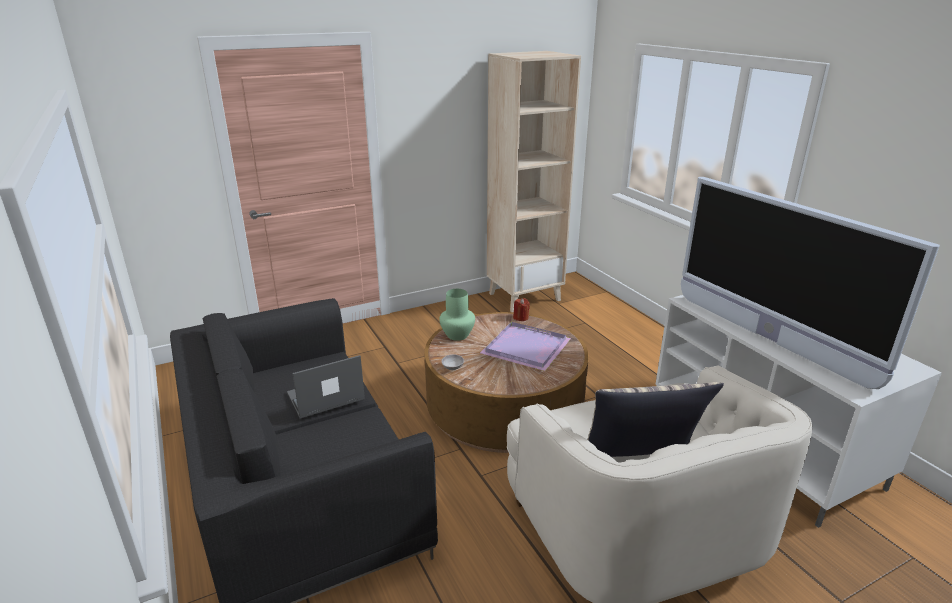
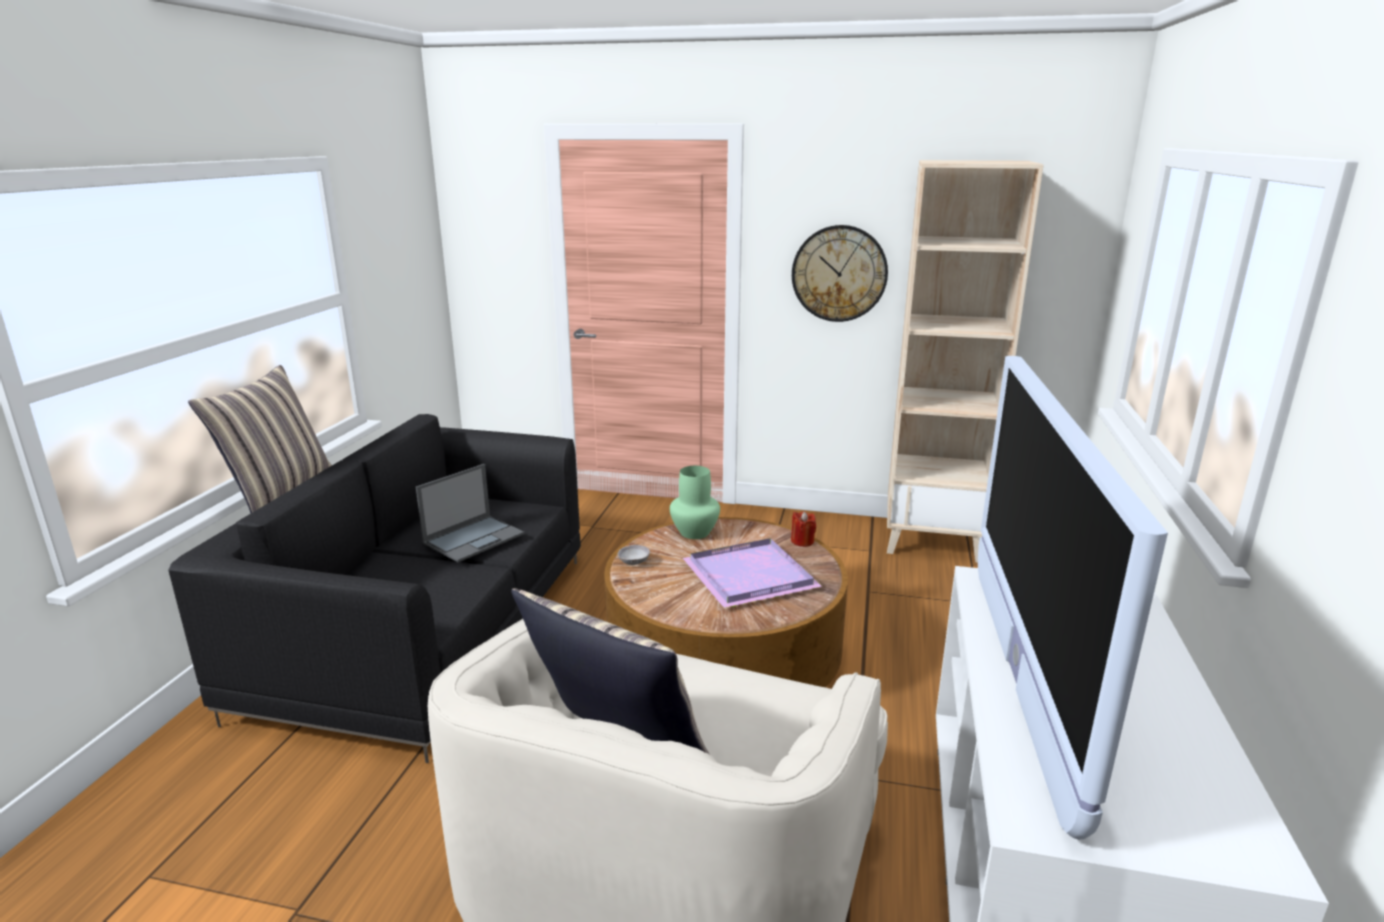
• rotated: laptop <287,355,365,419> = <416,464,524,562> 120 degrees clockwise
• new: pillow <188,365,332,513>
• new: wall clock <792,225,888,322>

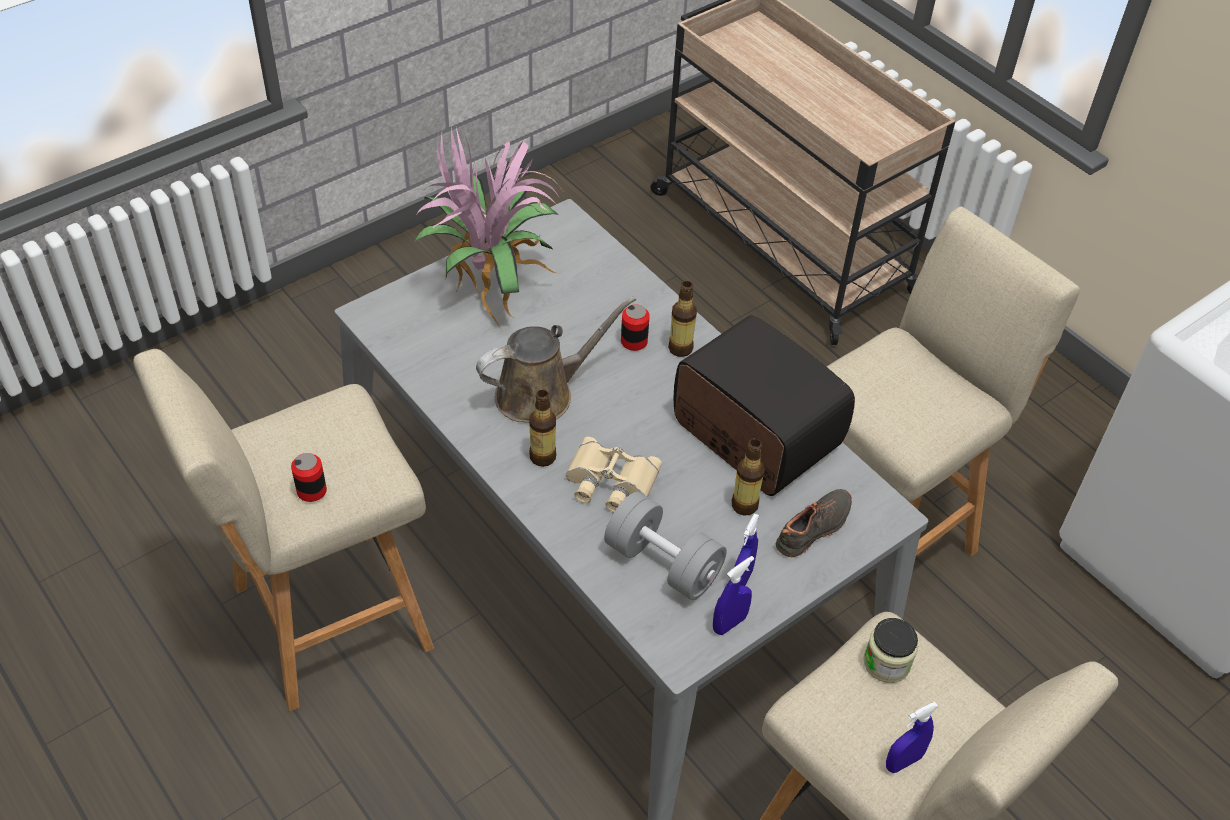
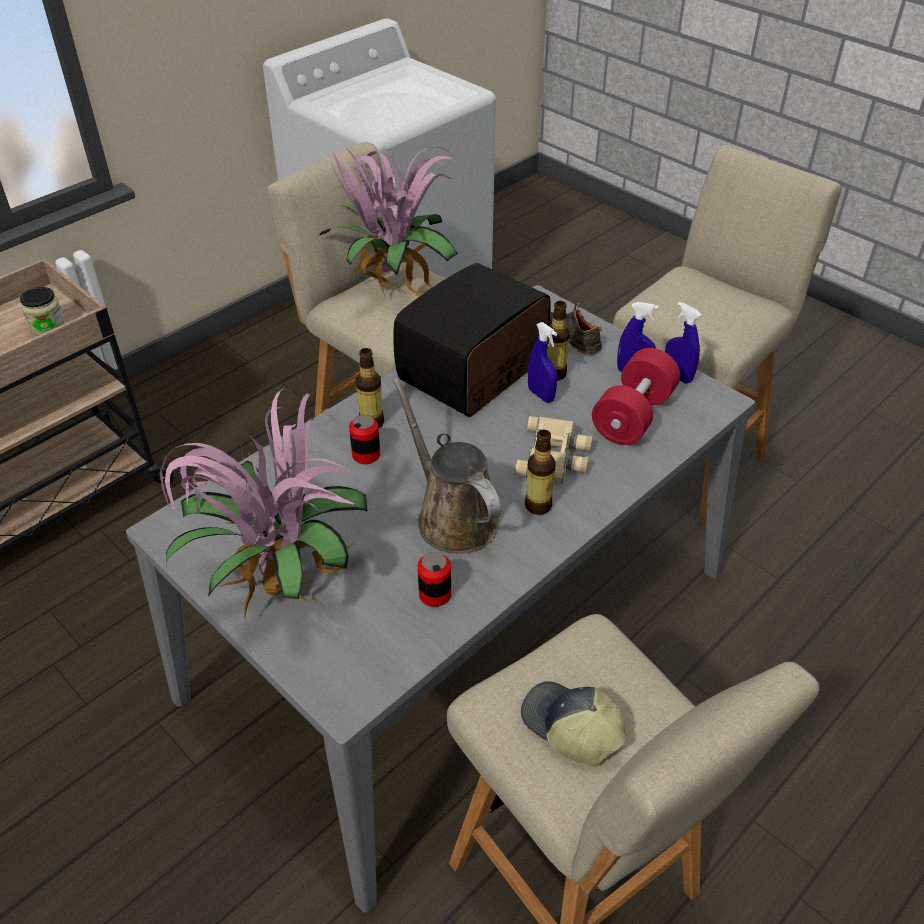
• shifted: can <291,453,327,502> to <418,552,451,607>
• repainted: dumbbell (grey) <604,492,727,600> to dumbbell (red) <592,348,680,445>
• shifted: jar <863,618,918,683> to <20,287,66,336>
• shifted: spray bottle (blue) <886,702,938,773> to <528,322,557,403>
• new: potted plant <318,144,458,297>
• new: cap <521,681,626,766>

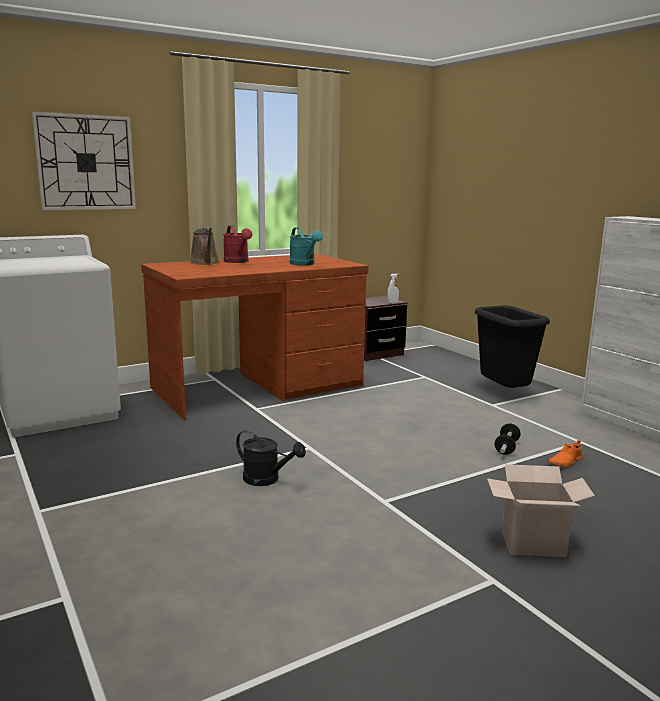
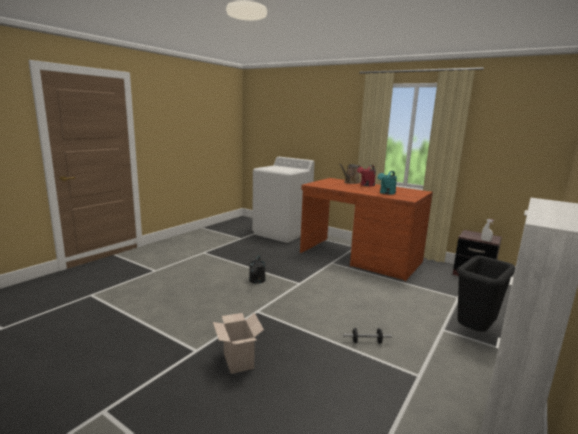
• gone: wall clock <32,111,136,210>
• gone: shoe (orange) <547,440,583,467>

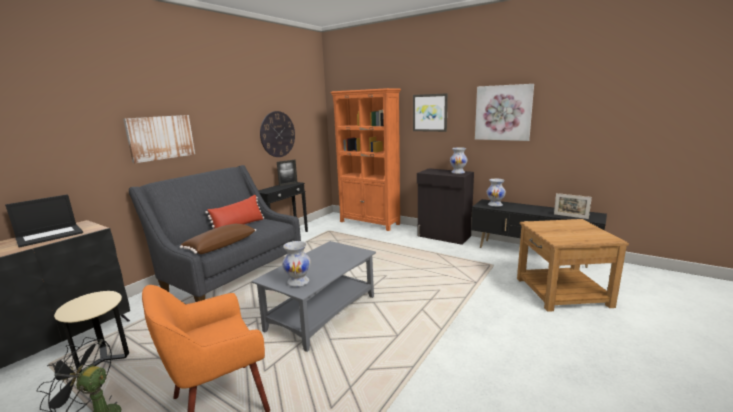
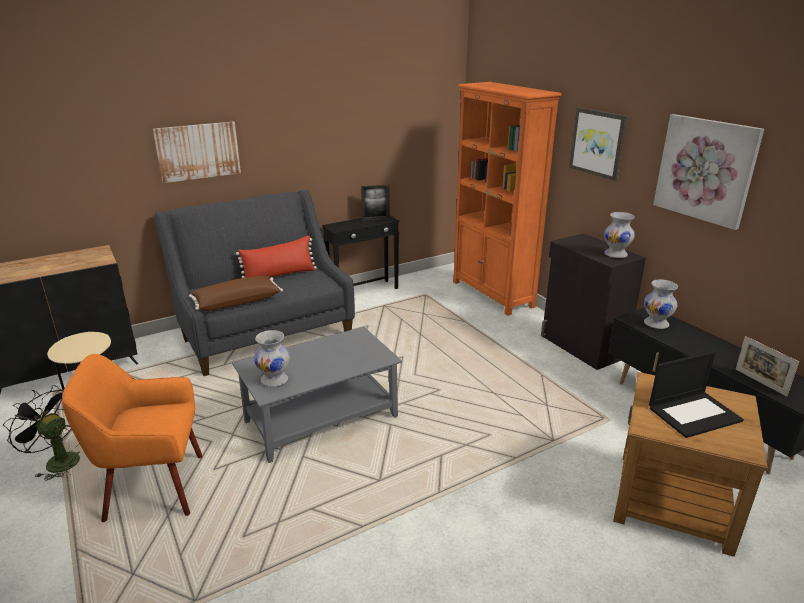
• shifted: laptop <5,194,83,248> to <649,351,744,438>
• gone: wall clock <260,111,295,157>

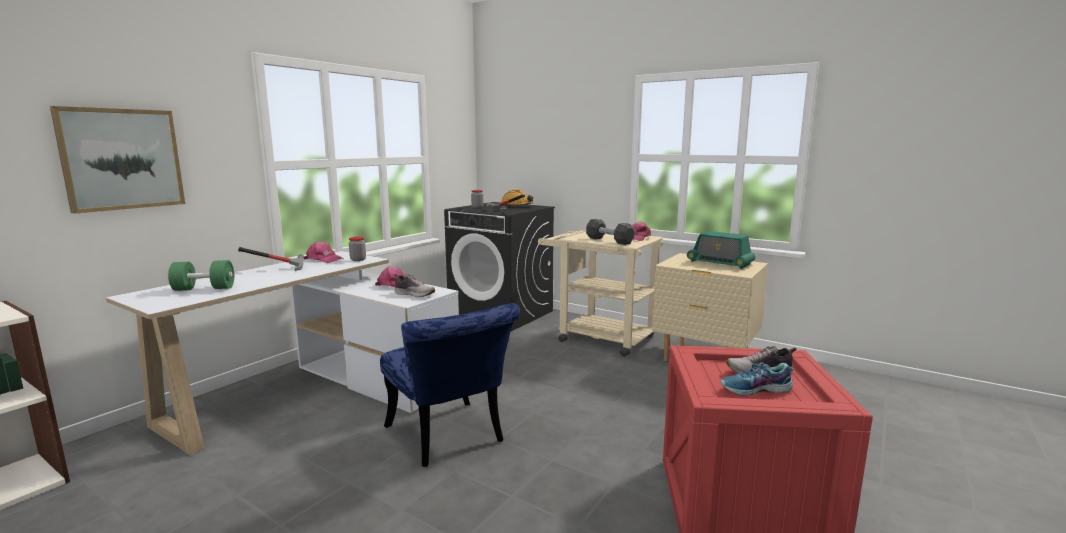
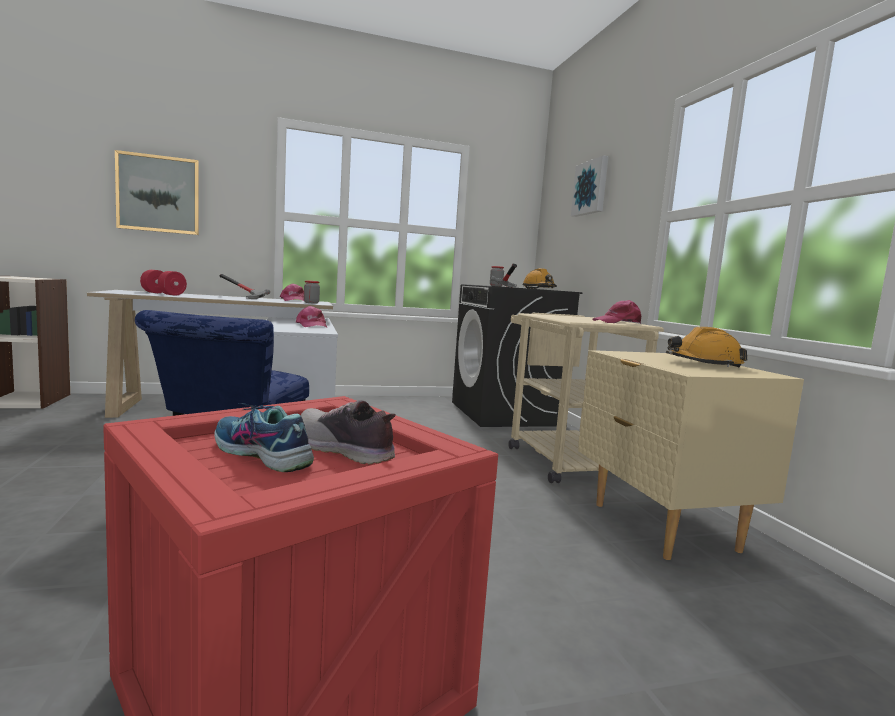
• repainted: dumbbell (green) <168,260,234,291> to dumbbell (red) <140,270,187,296>
• gone: shoe <394,274,435,297>
• gone: dumbbell (black) <586,219,634,245>
• swapped: radio <687,231,756,269> to hard hat (orange) <666,327,747,367>
• new: picture <571,156,609,217>

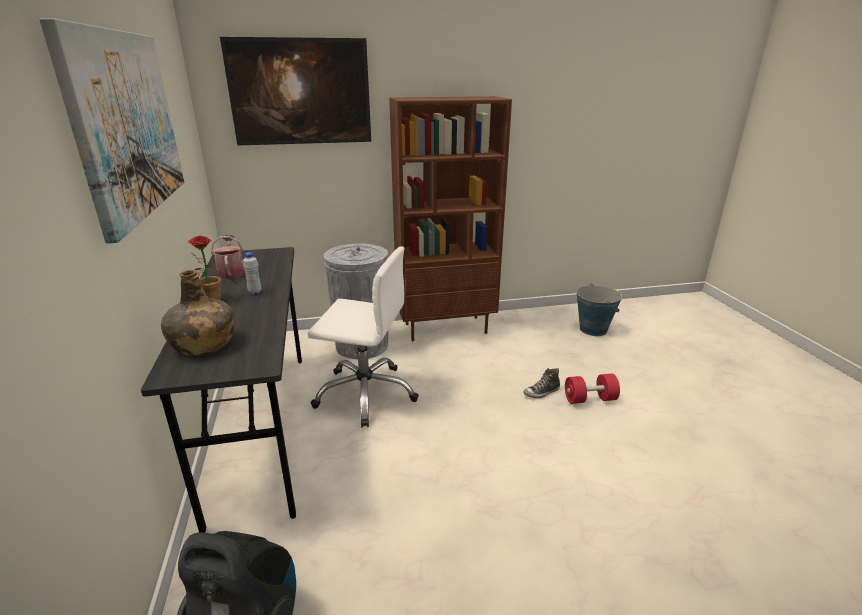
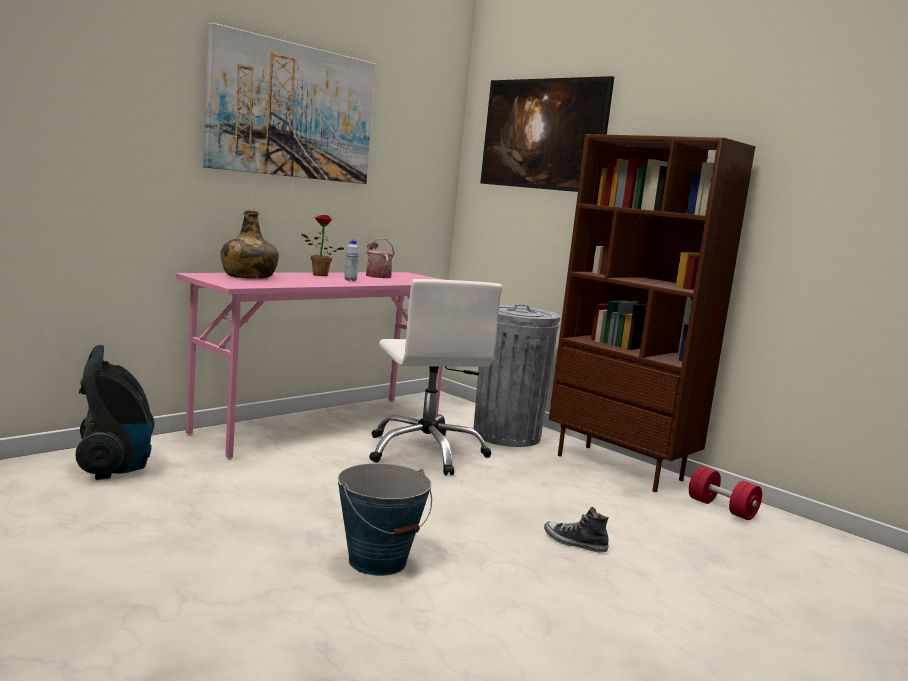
• repainted: desk (grey) <141,247,302,533> to desk (pink) <176,272,443,459>
• rotated: watering can <211,235,245,279> = <366,238,395,278> 60 degrees counterclockwise
• shifted: dumbbell (red) <565,374,620,404> to <689,466,762,520>
• shifted: bucket <577,283,622,336> to <337,463,432,576>

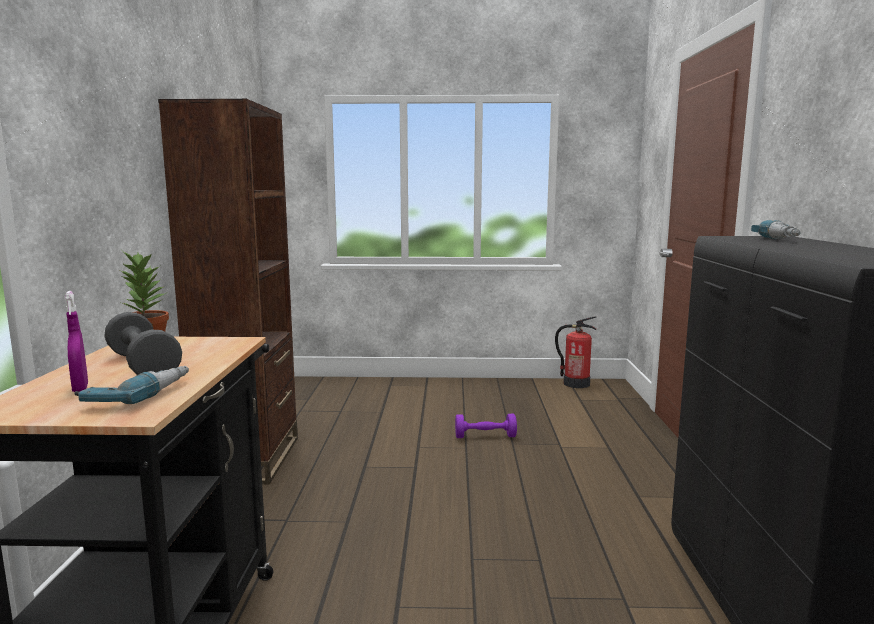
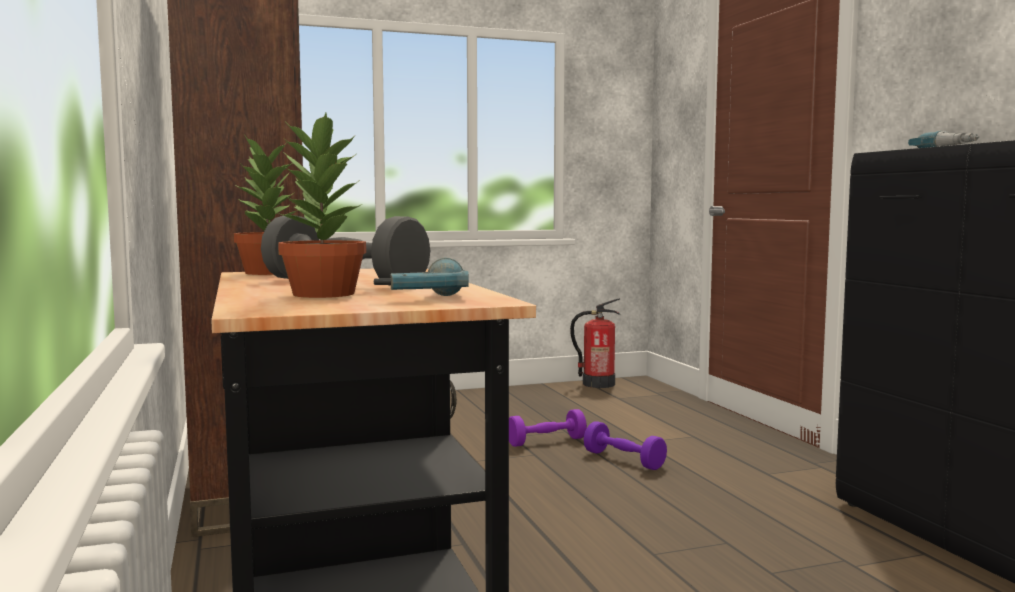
• swapped: spray bottle (purple) <65,291,88,392> to potted plant <278,113,366,298>
• new: dumbbell (purple) <584,421,667,470>

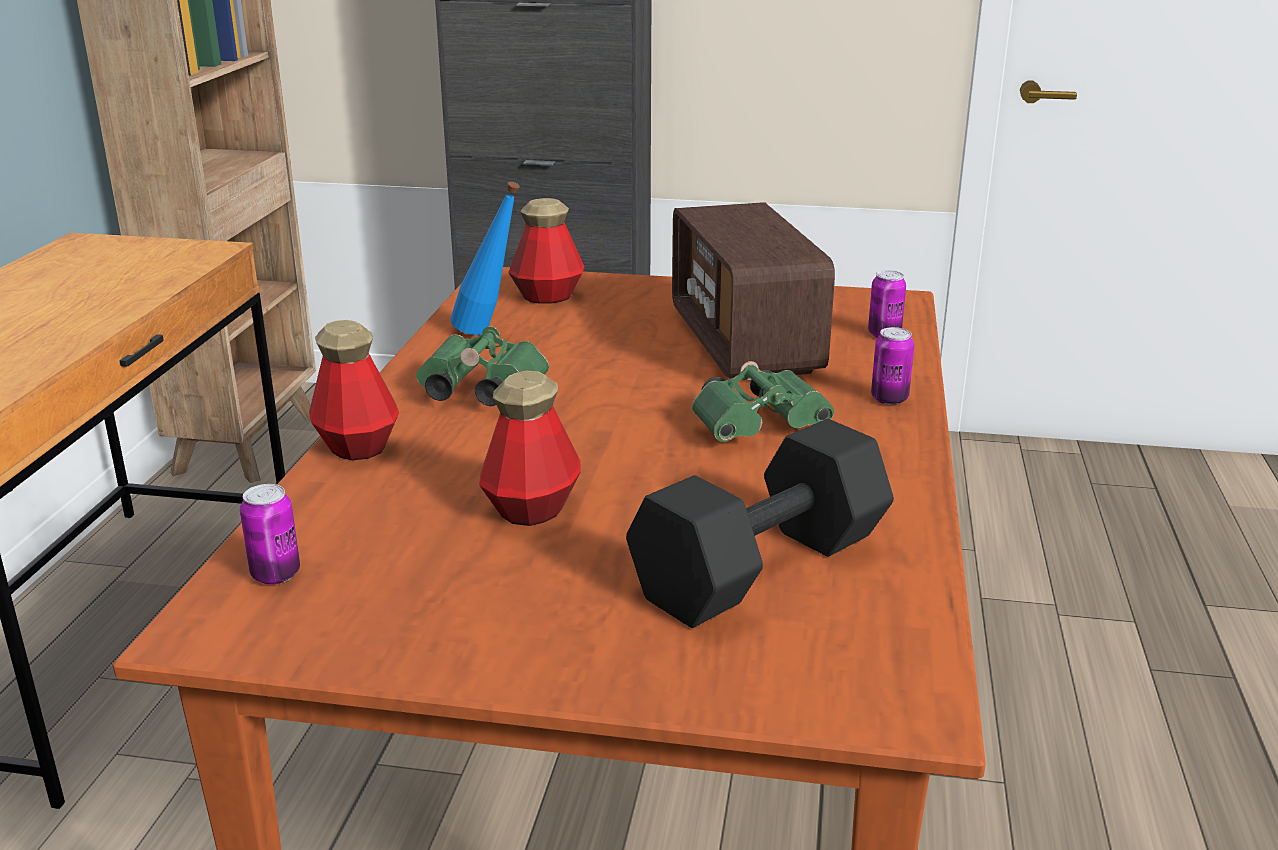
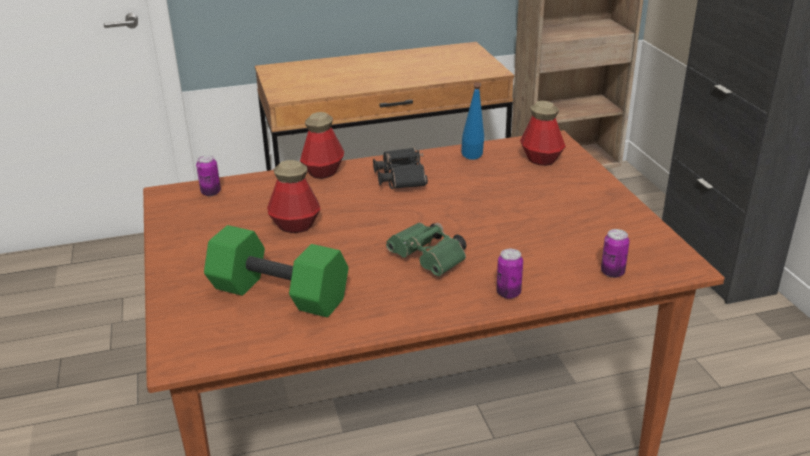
• repainted: binoculars (green) <416,326,549,406> to binoculars (black) <373,147,428,189>
• repainted: dumbbell (black) <626,419,894,628> to dumbbell (green) <204,225,349,317>
• gone: radio <672,202,835,380>

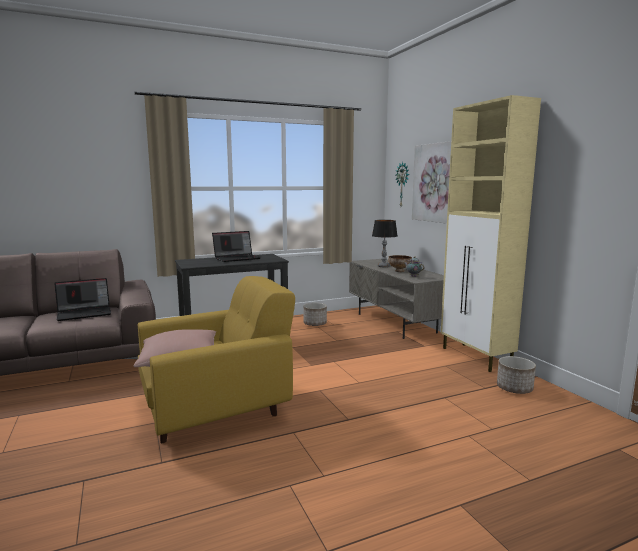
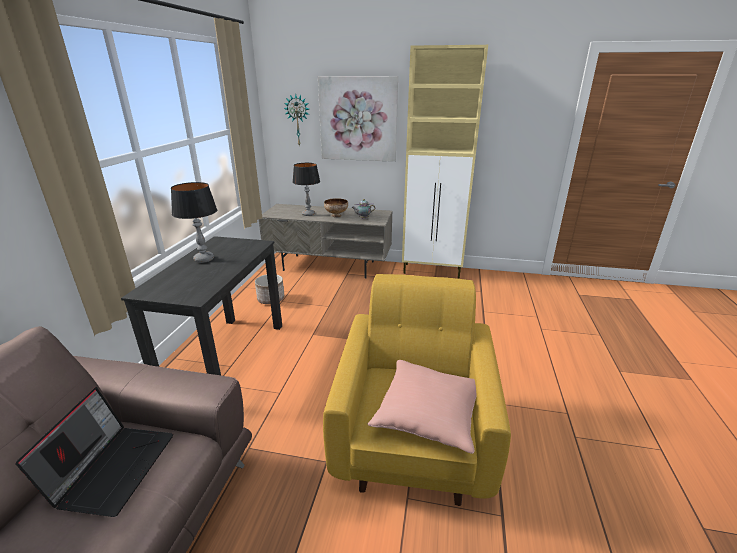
• swapped: laptop <212,231,261,262> to table lamp <171,182,217,263>
• gone: planter <497,356,536,394>

